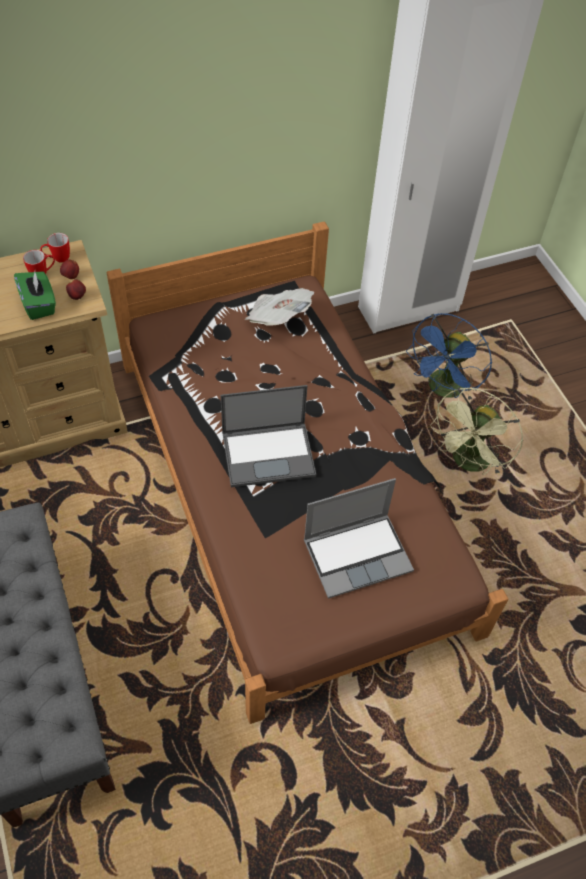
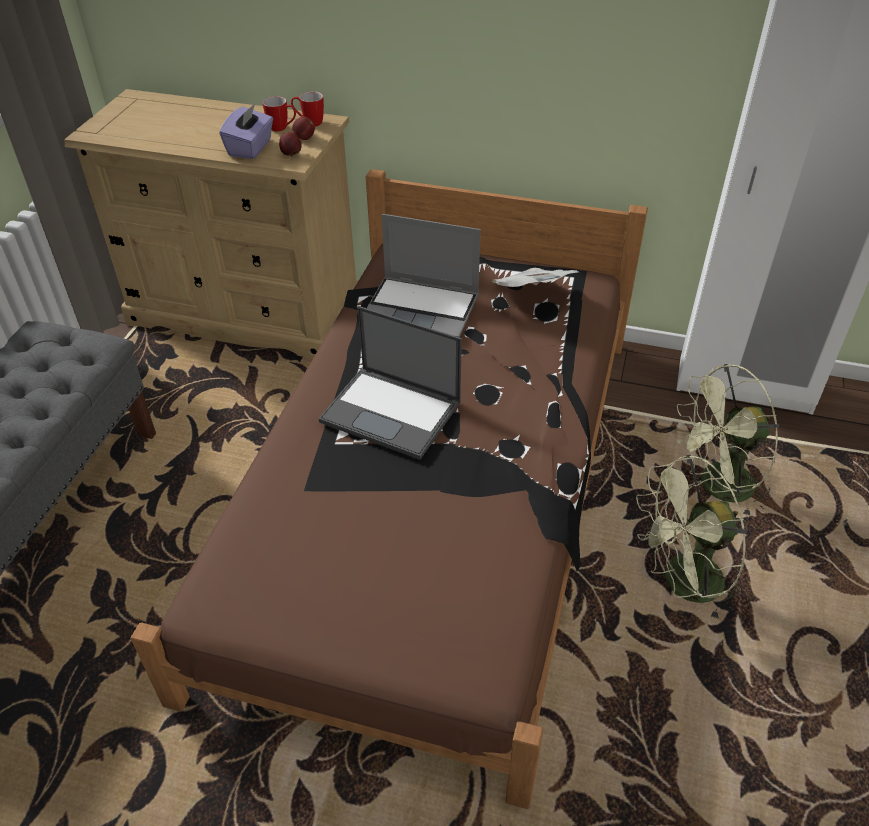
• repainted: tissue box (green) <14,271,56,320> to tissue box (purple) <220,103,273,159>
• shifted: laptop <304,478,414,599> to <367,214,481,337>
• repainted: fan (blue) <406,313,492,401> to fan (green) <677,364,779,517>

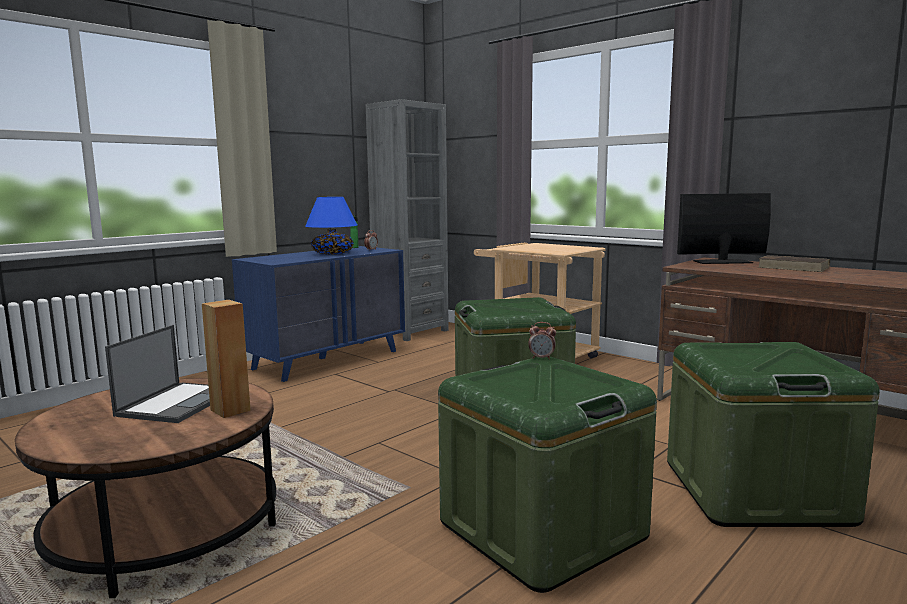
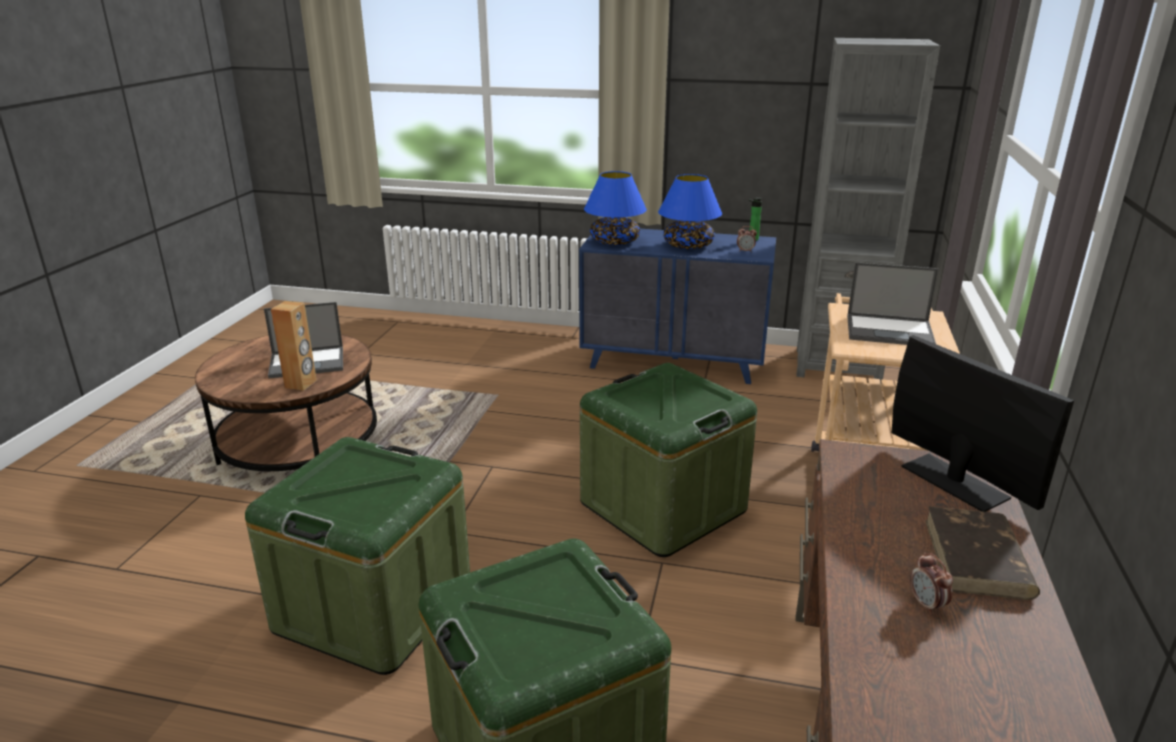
• shifted: alarm clock <528,322,556,360> to <910,553,953,615>
• new: table lamp (blue) <584,171,647,245>
• new: laptop <847,262,939,345>

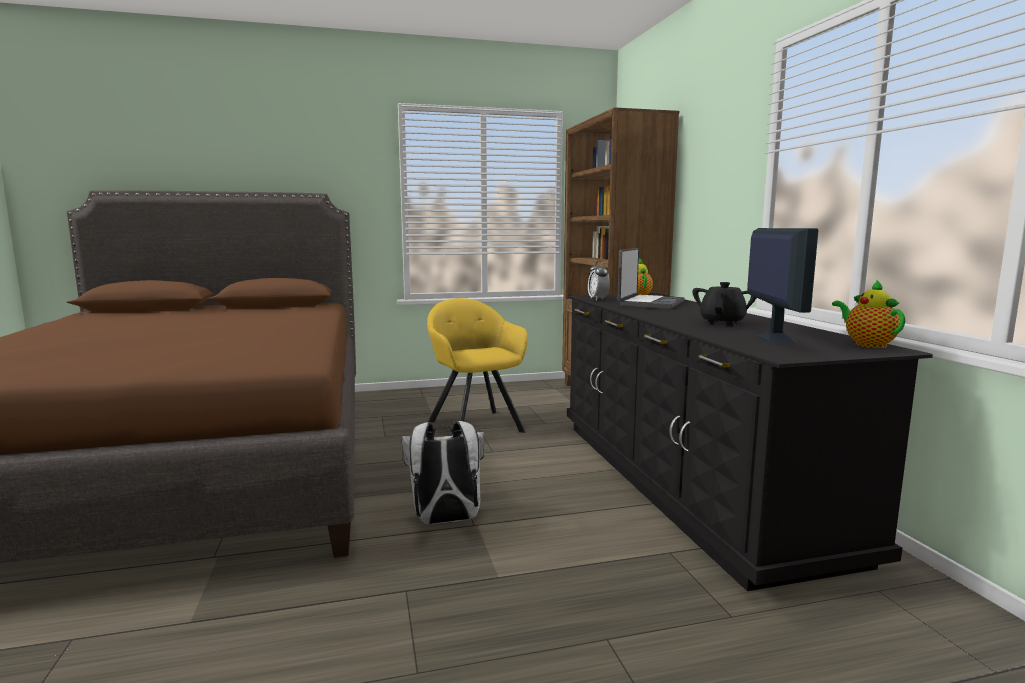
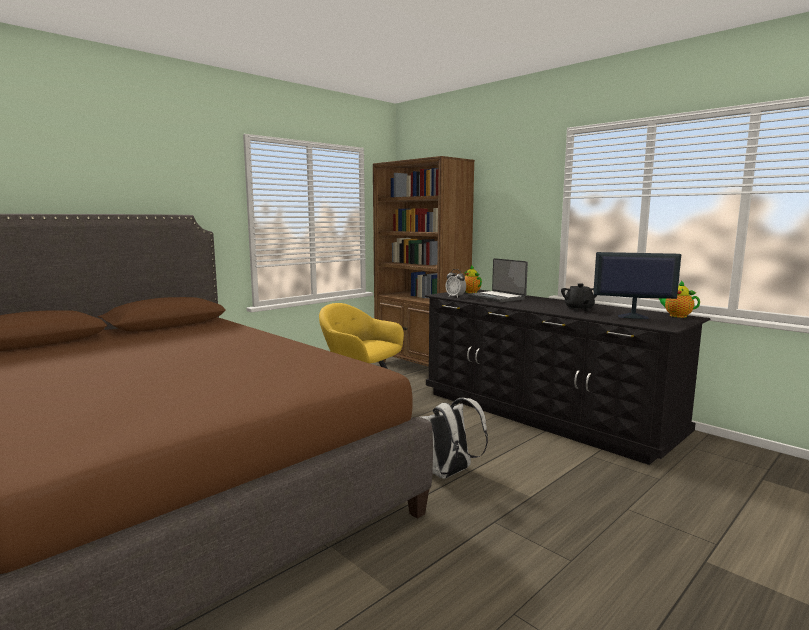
• rotated: laptop <618,248,685,309> = <468,258,528,303> 150 degrees clockwise
• rotated: monitor <747,228,819,344> = <593,252,681,319> 45 degrees counterclockwise

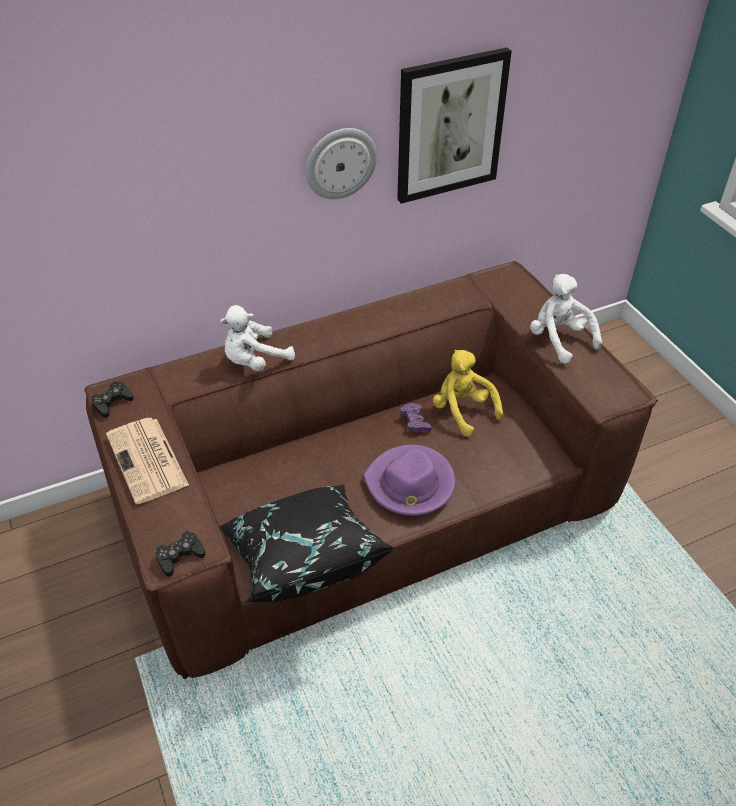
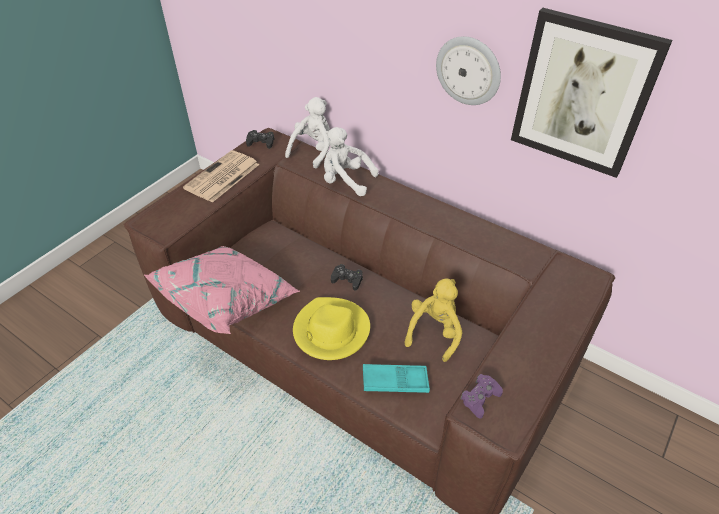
• shifted: game controller (black) <155,531,205,577> to <331,264,363,291>
• repainted: pillow (black) <220,485,397,602> to pillow (pink) <144,246,300,334>
• repainted: hat (purple) <364,445,455,516> to hat (yellow) <293,297,370,360>
• shifted: game controller (purple) <400,403,432,433> to <460,374,503,419>
• shifted: plush toy (white) <530,274,602,364> to <285,97,330,169>
• new: tray (turquoise) <363,364,430,393>

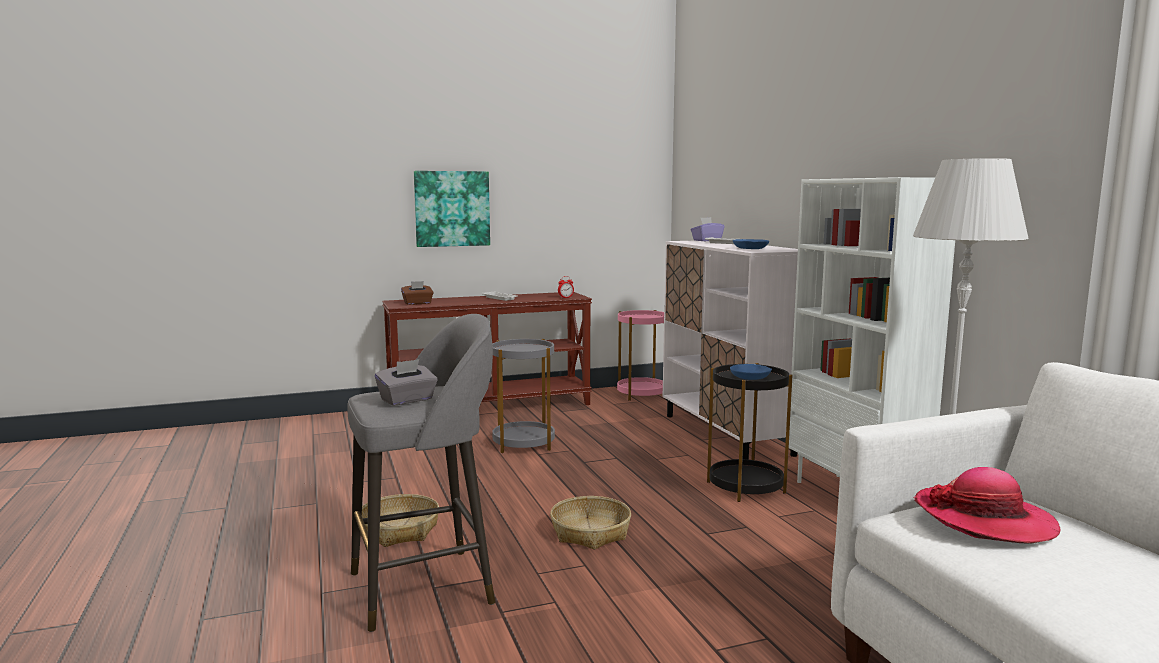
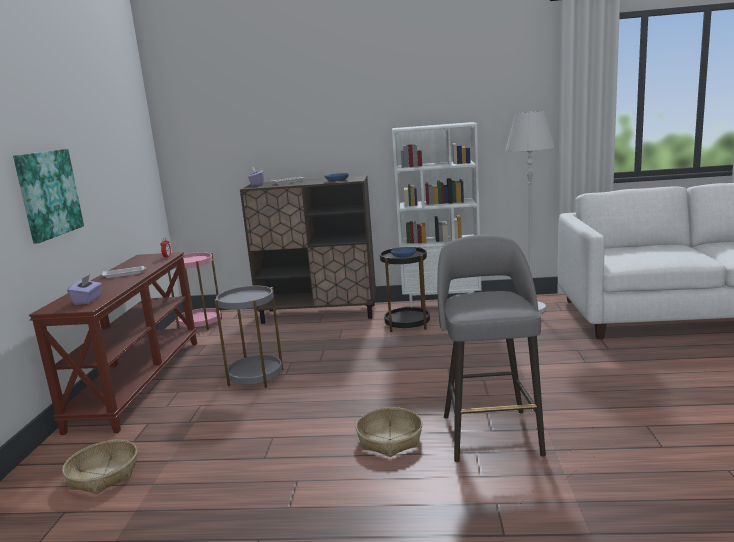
• gone: tissue box (grey) <375,359,438,406>
• repainted: tissue box (brown) <401,281,433,305> to tissue box (purple) <67,274,102,305>
• shifted: basket <550,496,631,550> to <62,440,137,494>
• repainted: cabinet (white) <663,241,798,460> to cabinet (brown) <240,175,376,324>
• gone: hat <914,467,1060,543>

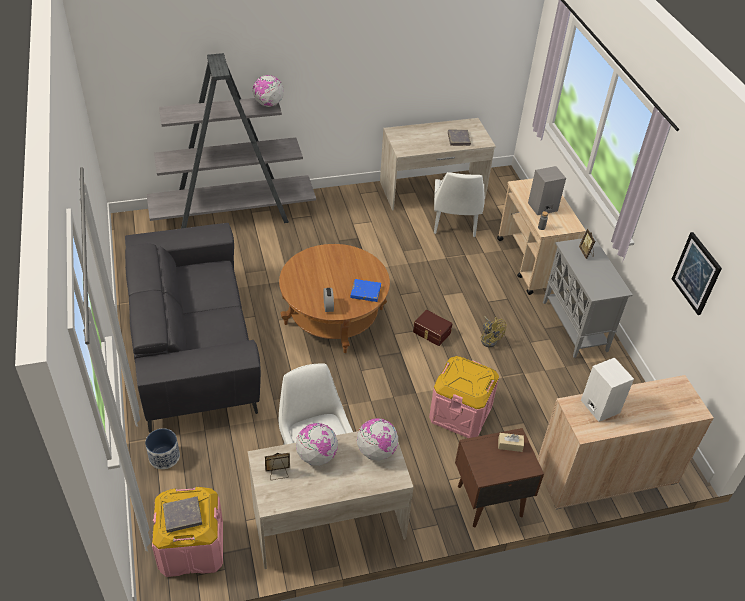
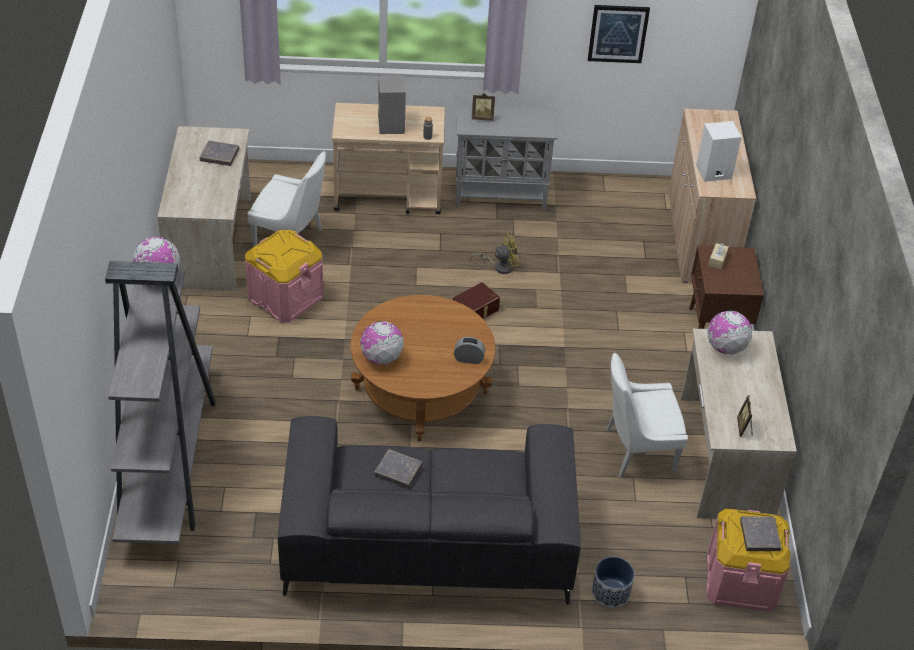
• shifted: globe <296,423,338,466> to <360,321,404,365>
• gone: book (blue) <350,279,381,302>
• shifted: storage box (pink) <429,356,499,438> to <245,230,323,323>
• new: book (grey) <374,449,423,488>

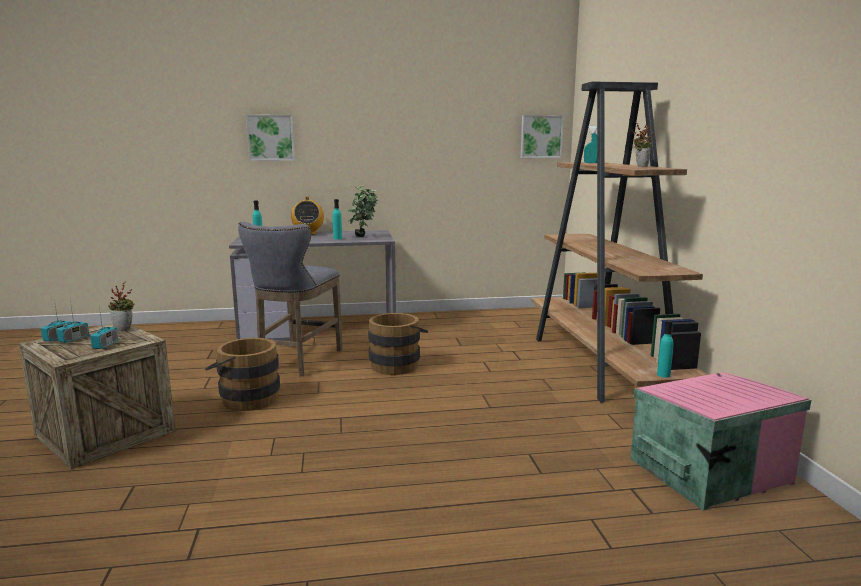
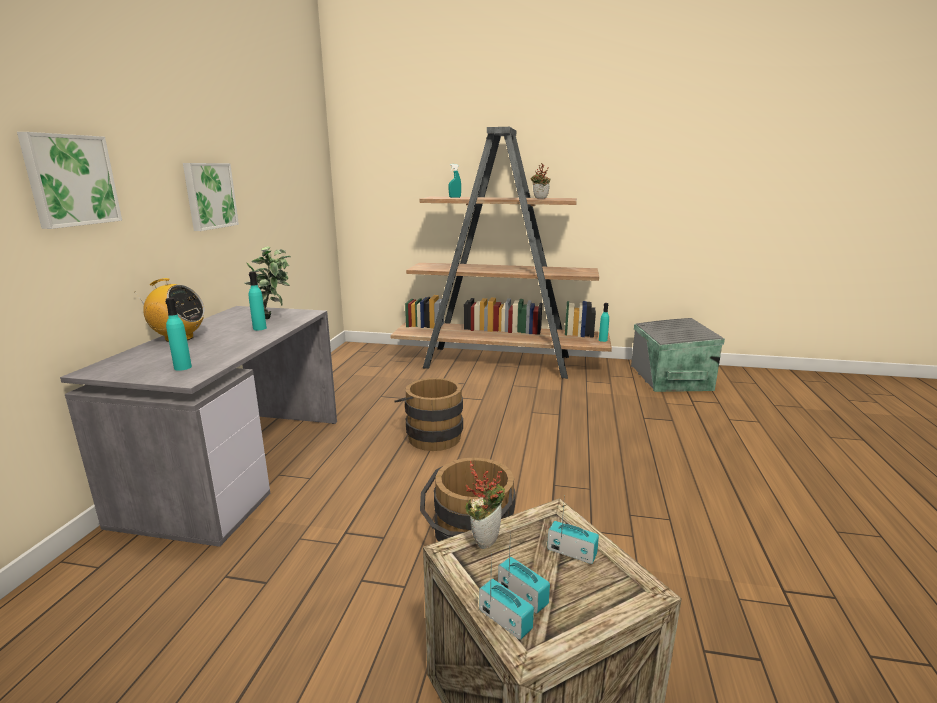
• gone: stool (grey) <238,222,343,376>
• shifted: picture <521,115,564,158> to <183,163,239,231>
• repainted: storage box (pink) <630,372,811,511> to storage box (grey) <631,318,725,392>

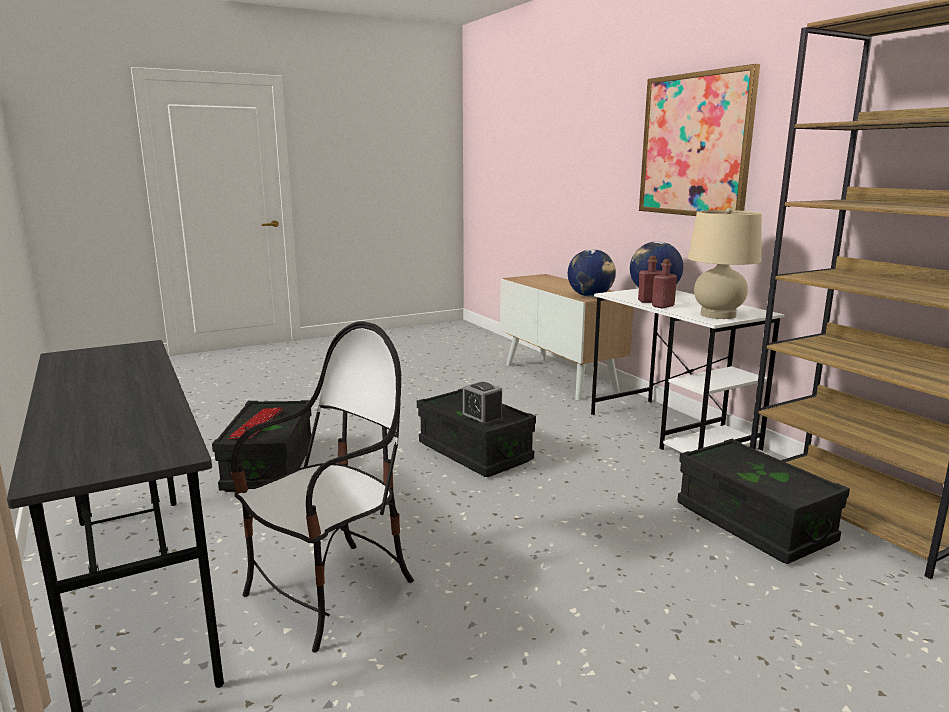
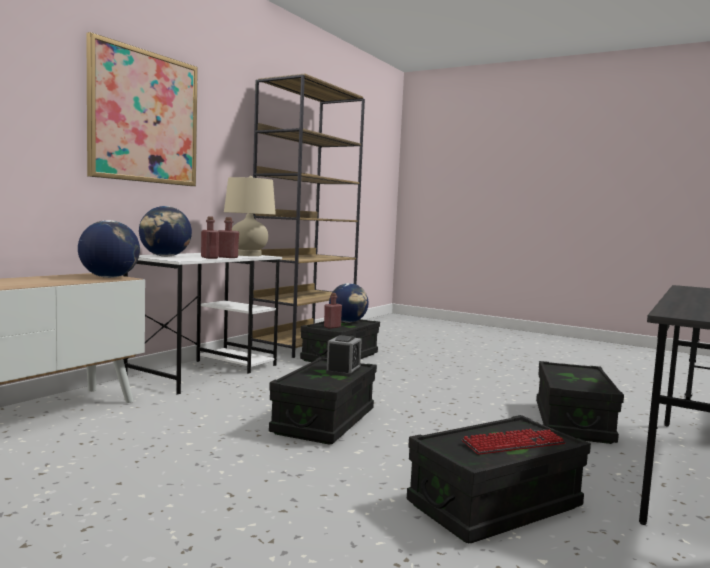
• swapped: chair <231,321,414,653> to storage box (black) <536,361,624,444>
• new: bottle (red) <324,293,342,329>
• new: globe <329,283,368,323>

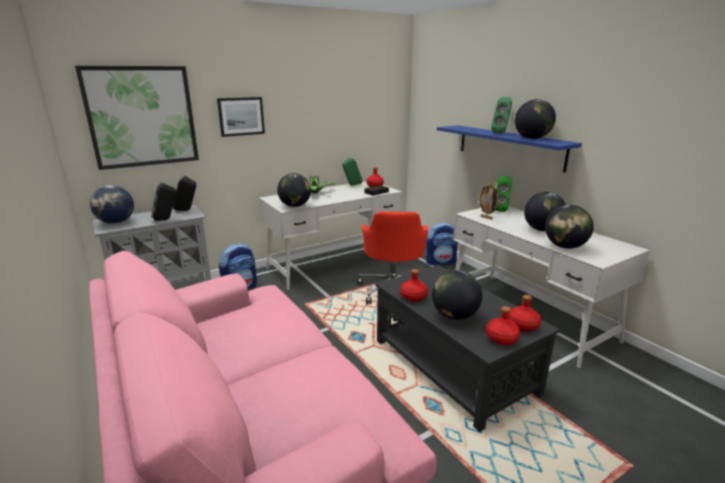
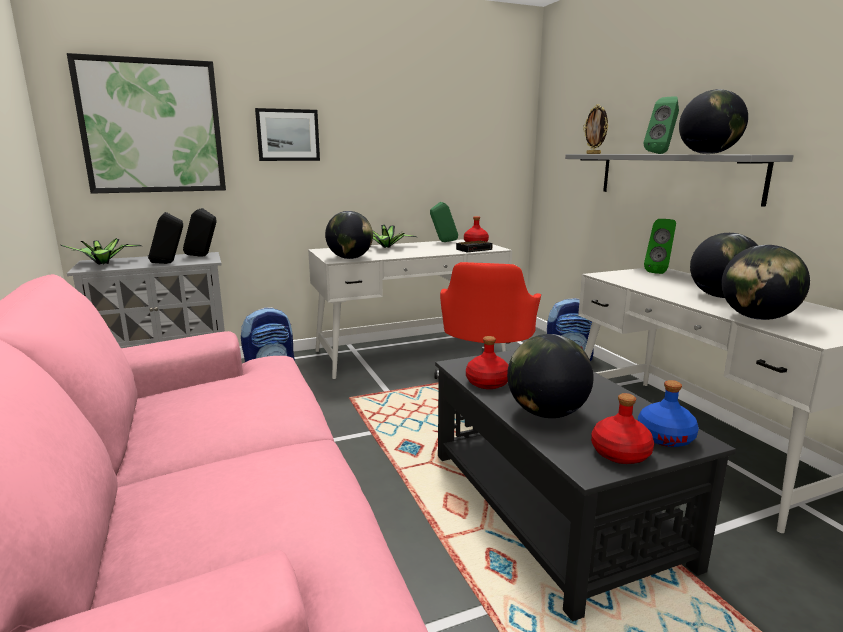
• swapped: globe <90,186,134,224> to potted plant <61,238,142,265>
• repainted: shelf (blue) <437,125,582,172> to shelf (grey) <565,154,794,207>
• shifted: picture frame <478,183,499,220> to <583,104,608,154>
• repainted: bottle (red) <509,295,541,332> to bottle (blue) <638,380,699,447>

